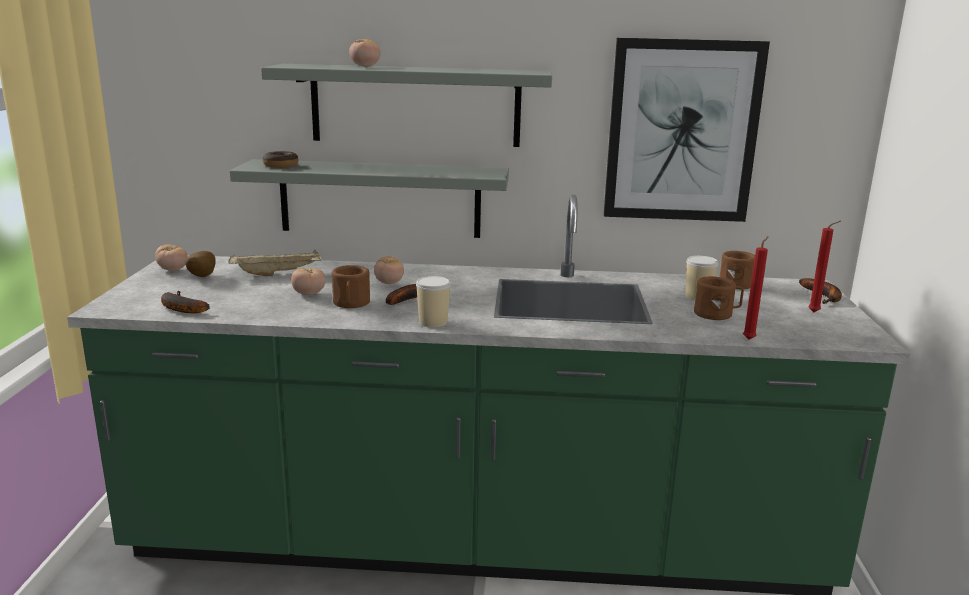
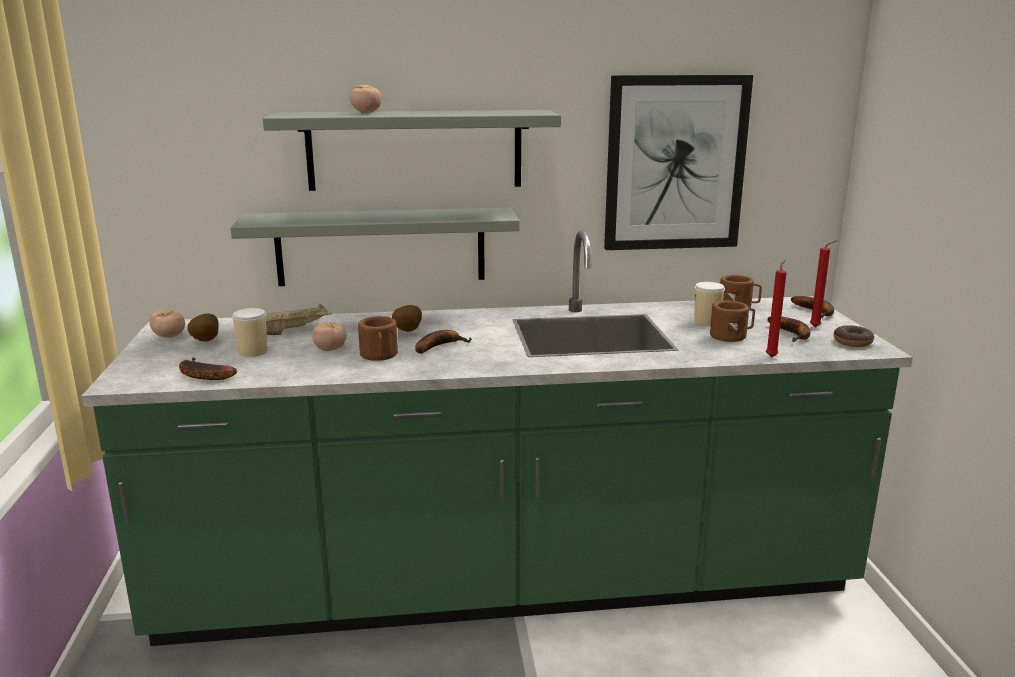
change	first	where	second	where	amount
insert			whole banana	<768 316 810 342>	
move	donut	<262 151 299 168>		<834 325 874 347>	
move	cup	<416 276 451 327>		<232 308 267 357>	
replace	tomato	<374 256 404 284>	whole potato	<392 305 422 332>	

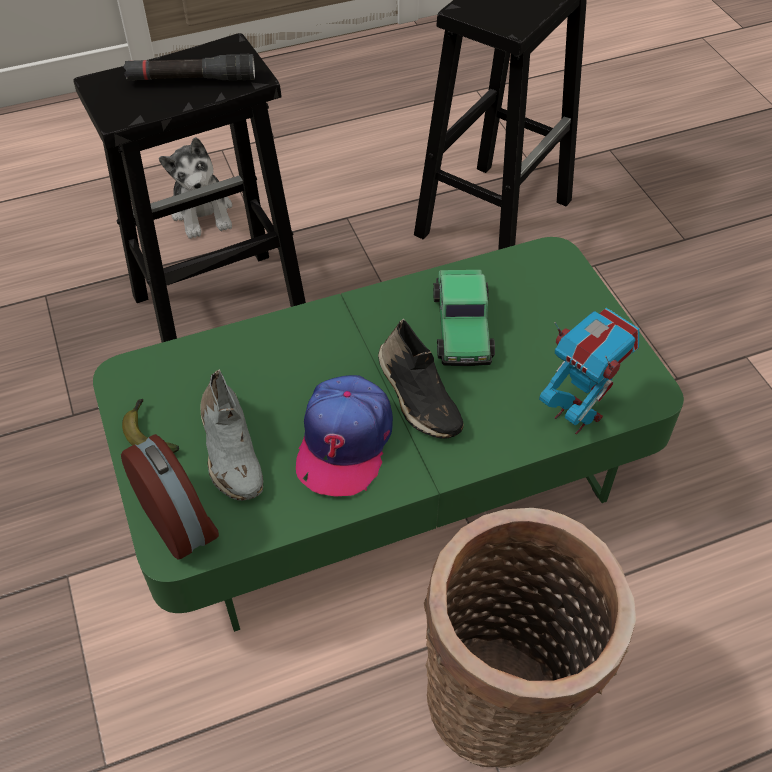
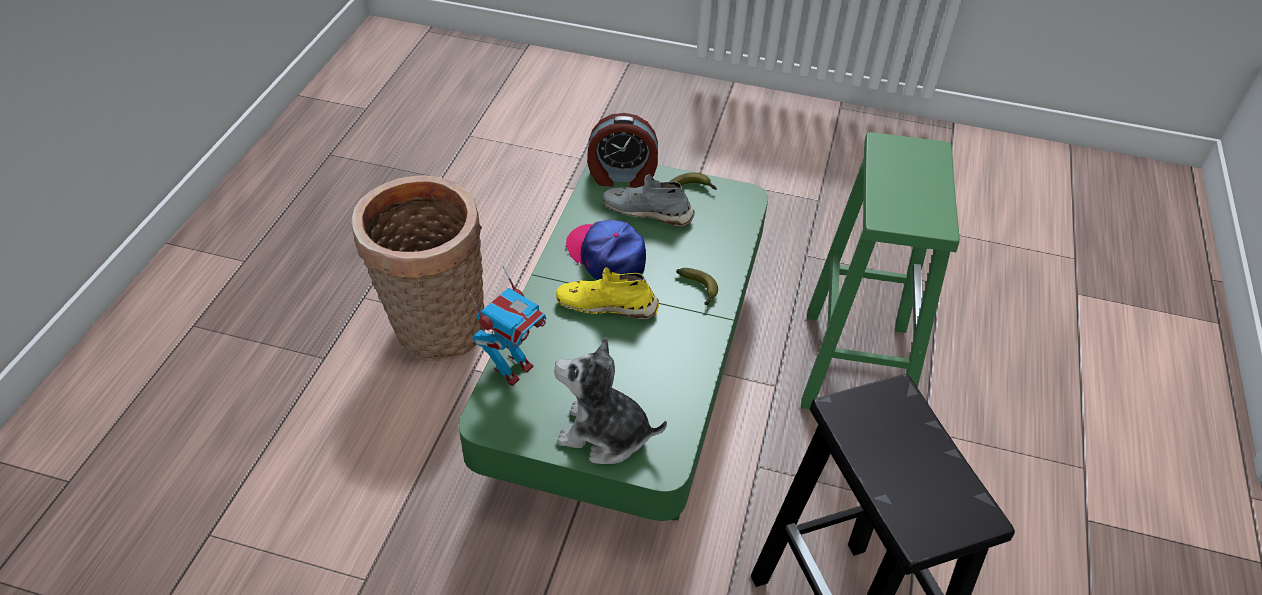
change	first	where	second	where	amount
delete	torch (black-coloured)	<123 54 255 81>			
delete	toy car	<433 270 495 366>			
insert			whole banana	<676 268 718 306>	
move	cuddly toy	<159 137 232 239>		<554 337 667 464>	
recolor	stool (black-coloured)	<73 33 306 343>	stool (green-coloured)	<801 132 960 409>	
recolor	shoe (black-coloured)	<378 319 463 439>	shoe (yellow)	<556 267 659 320>	
rotate	toy robot	<539 308 639 434>		<470 266 546 386>	45 degrees counterclockwise

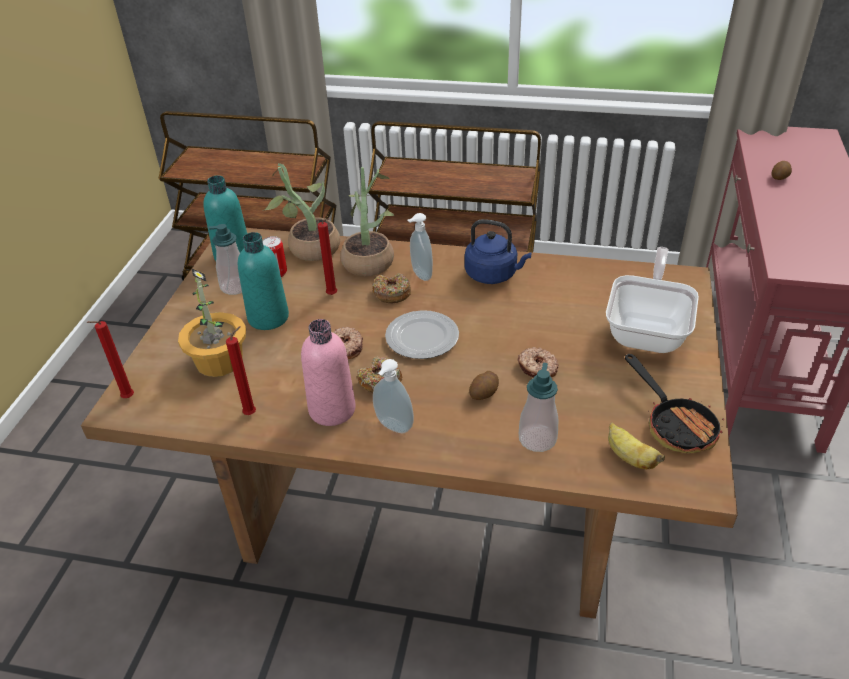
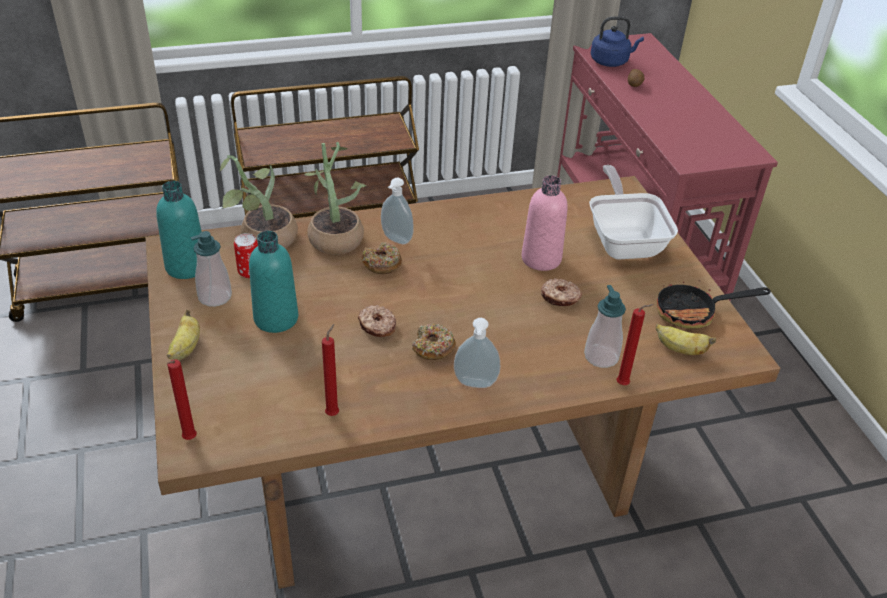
change	first	where	second	where	amount
delete	houseplant	<178 268 246 377>			
delete	dinner plate	<385 310 459 359>			
delete	whole potato	<469 371 499 400>			
insert			whole banana	<167 310 200 360>	
move	beverage bottle (pinkish)	<301 319 356 426>		<522 175 568 271>	
move	candle (reddish)	<318 218 337 295>		<617 304 654 385>	
move	tea kettle (bluish)	<465 219 532 284>		<591 16 644 67>	
rotate	skillet	<625 354 725 453>		<657 280 771 329>	135 degrees clockwise

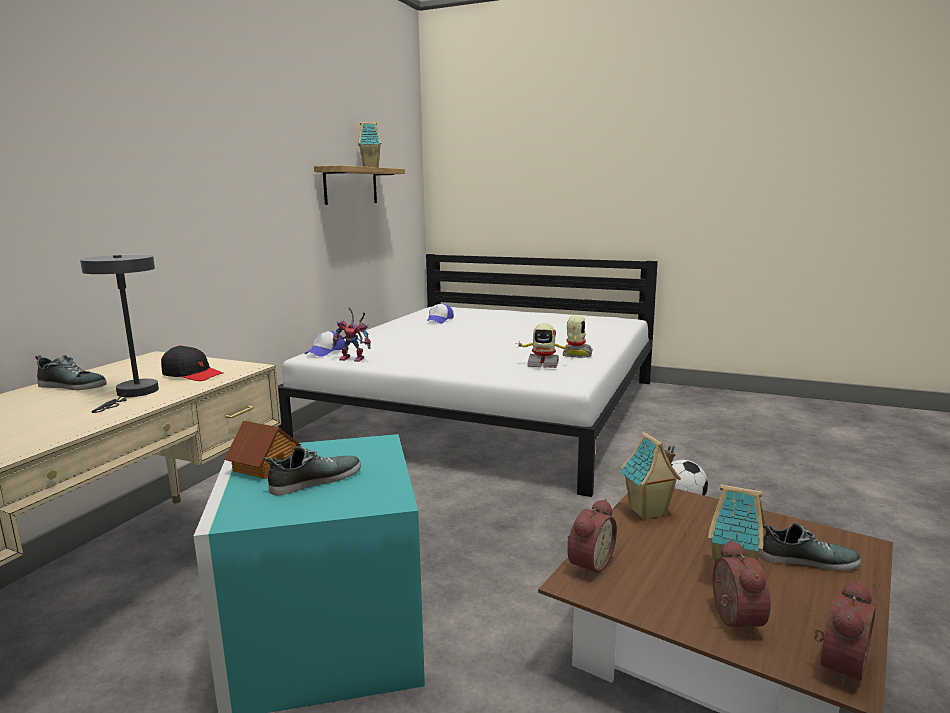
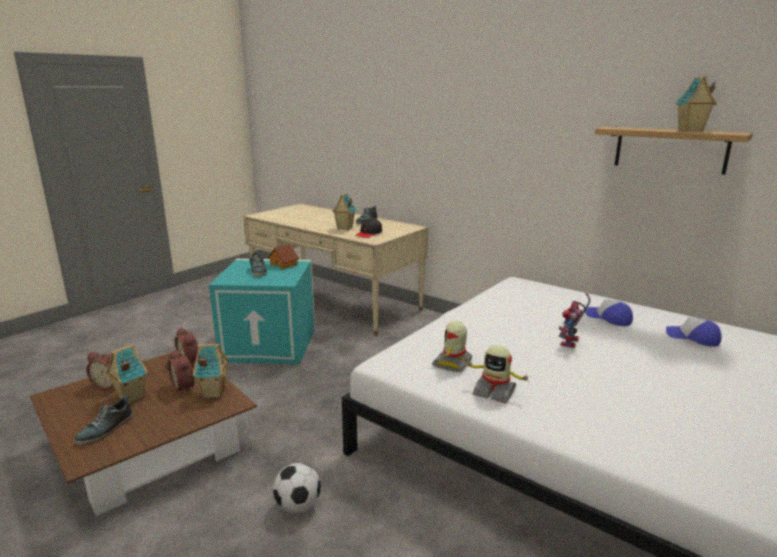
change	first	where	second	where	amount
move	peaked cap	<305 331 345 357>		<585 300 633 326>	
move	toy robot	<333 308 371 362>		<559 293 591 348>	
move	table clock	<814 581 876 686>		<168 350 194 394>	
replace	table lamp (gray)	<80 255 159 413>	model house	<332 192 357 230>	

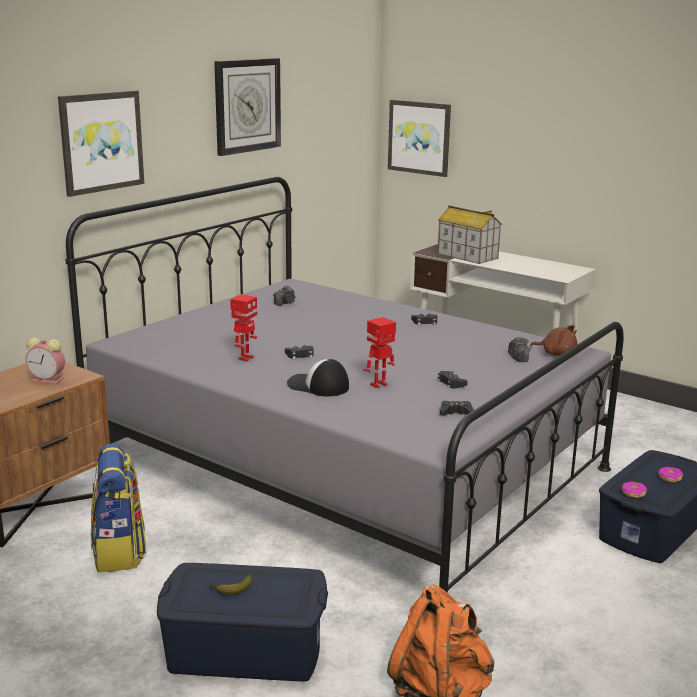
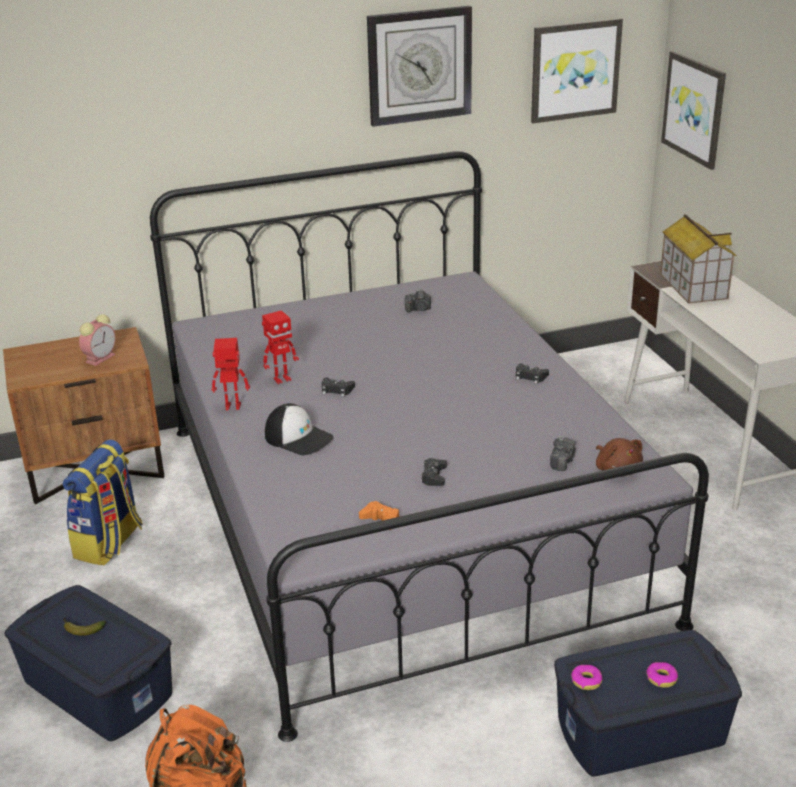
change	first	where	second	where	amount
move	picture	<58 91 144 197>		<531 18 623 123>	
move	toy robot	<364 317 396 388>		<212 338 250 410>	
recolor	gamepad (black-coloured)	<440 401 474 416>	gamepad (orangey)	<359 501 399 530>	
rotate	table clock	<26 338 65 384>		<79 314 116 366>	105 degrees counterclockwise
rotate	peaked cap	<287 359 349 396>		<265 403 334 456>	150 degrees clockwise

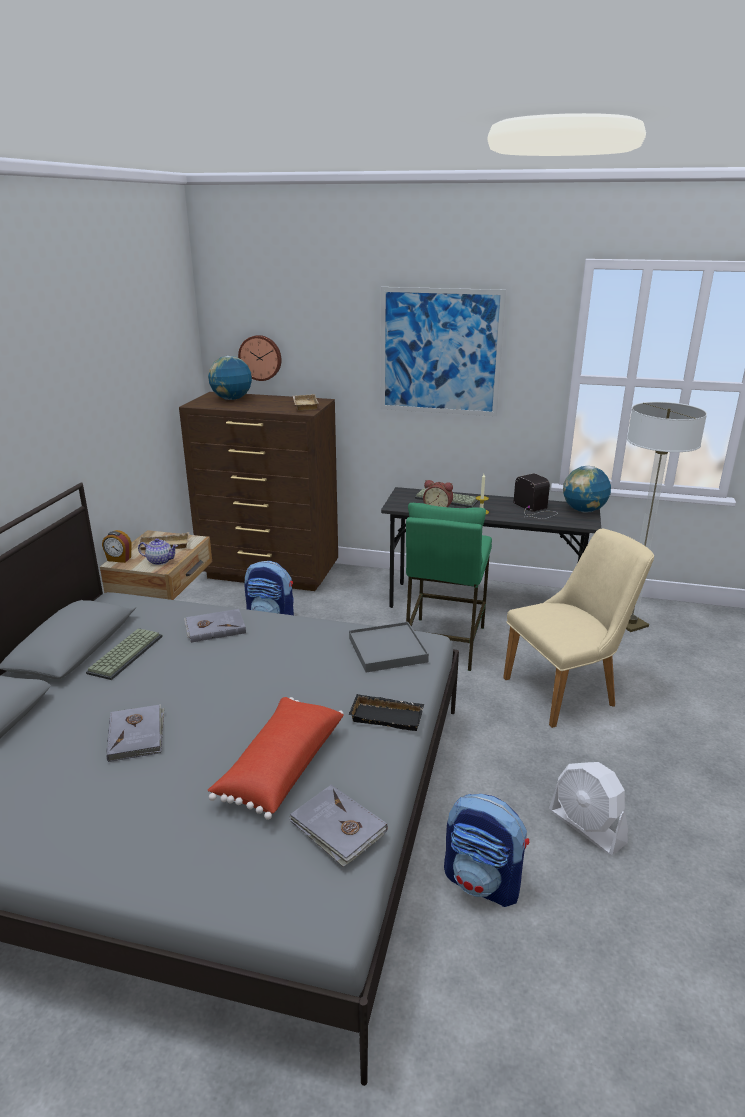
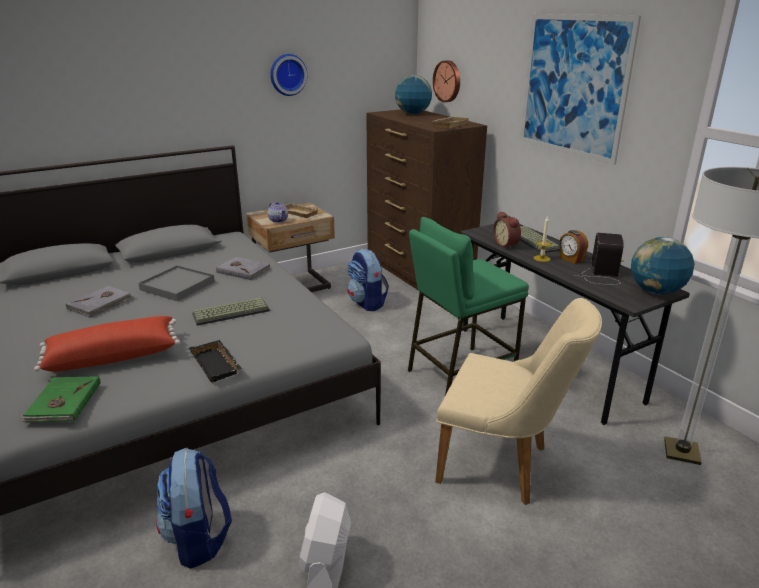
change	first	where	second	where	amount
insert			clock on the wall	<270 54 307 96>	
move	keyboard	<86 628 163 680>		<192 298 270 326>	
move	table clock	<102 530 132 563>		<559 230 588 264>	
move	tray (gray)	<349 622 429 672>		<138 265 215 301>	
recolor	volume (gray)	<289 785 388 867>	volume (green-coloured)	<20 376 101 422>	

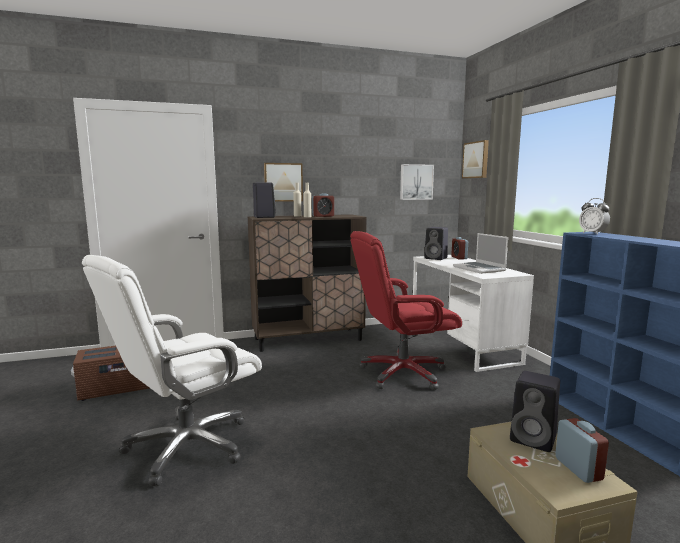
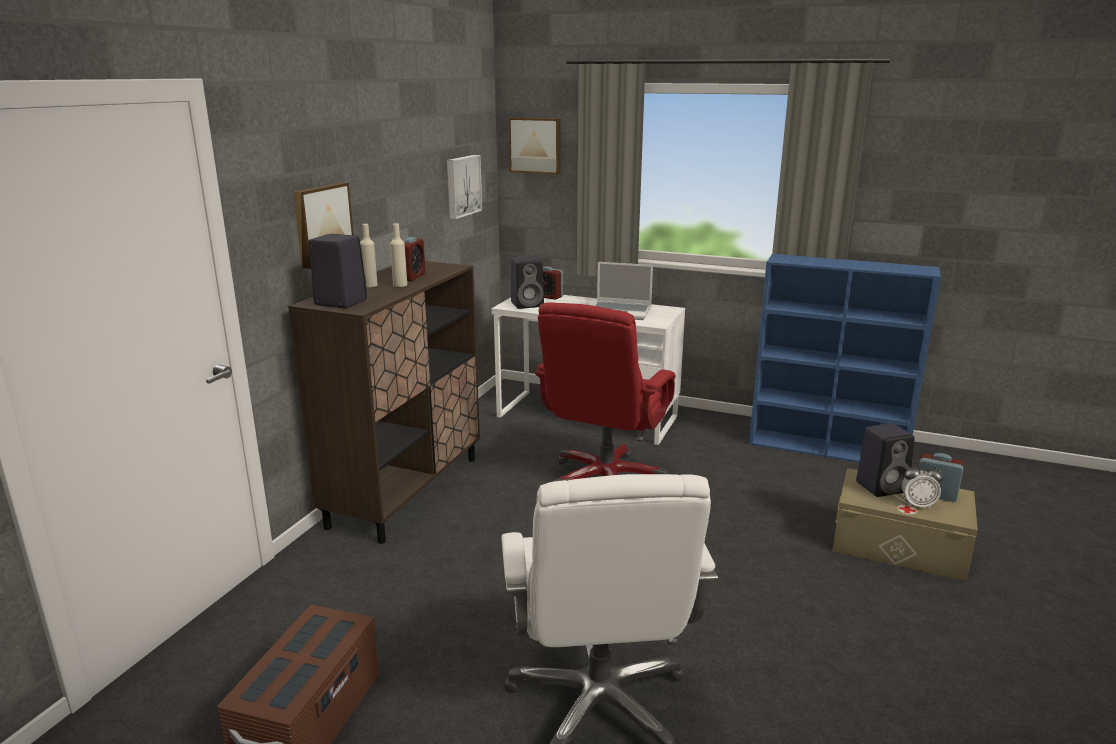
change	first	where	second	where	amount
move	table clock	<579 198 610 234>		<902 463 943 509>	

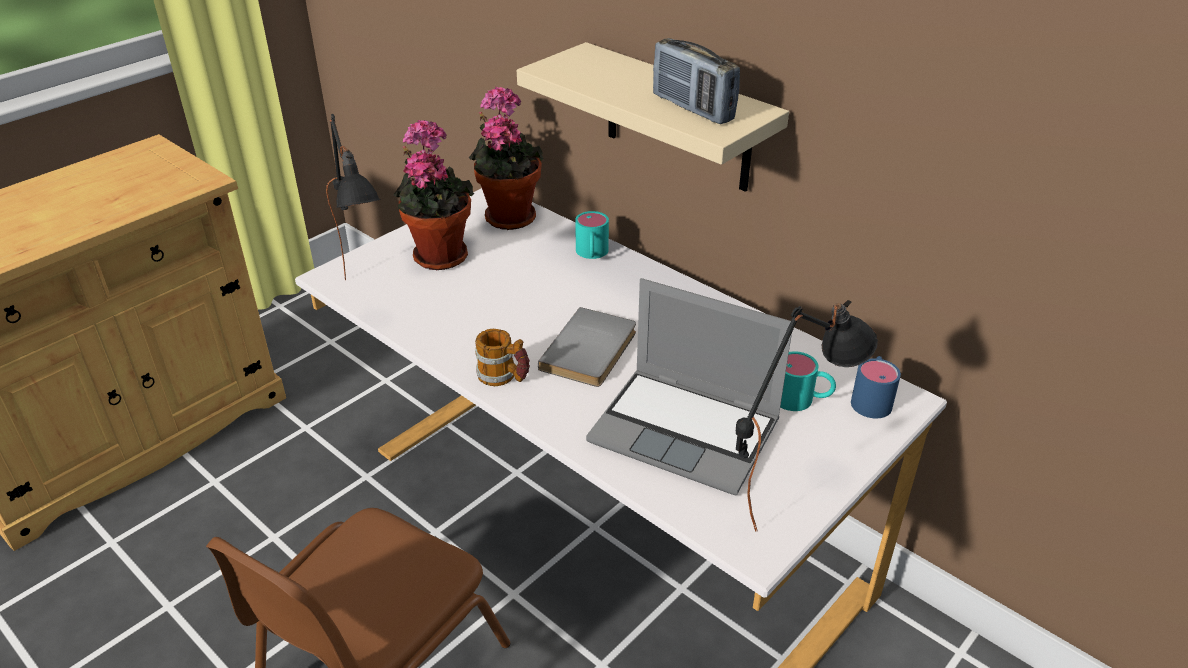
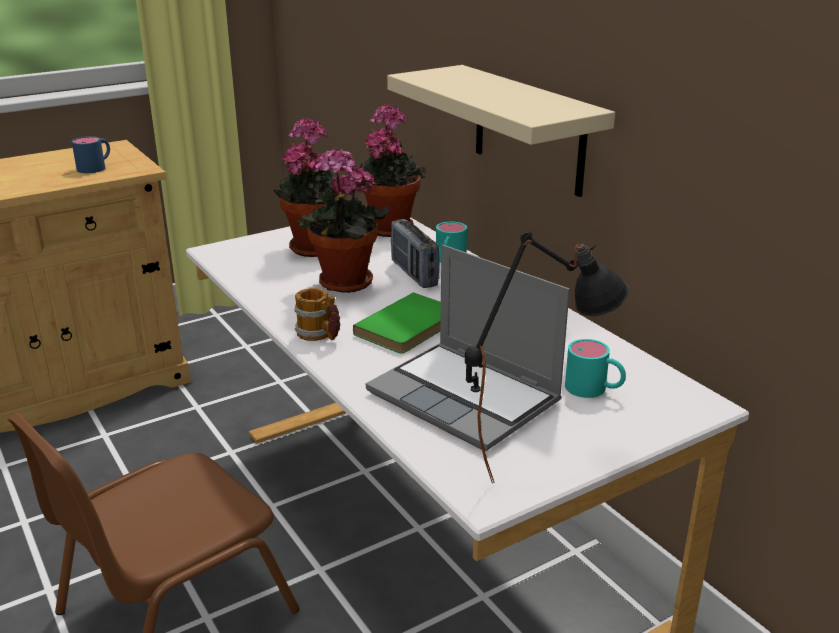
change	first	where	second	where	amount
delete	table lamp (black-coloured)	<326 114 380 280>			
insert			houseplant	<297 148 389 293>	
move	radio set	<653 38 740 124>		<391 219 440 288>	
move	tea mug (bluish)	<851 356 901 418>		<71 136 110 173>	
recolor	volume (gray)	<538 307 636 387>	volume (green-coloured)	<353 293 441 353>	

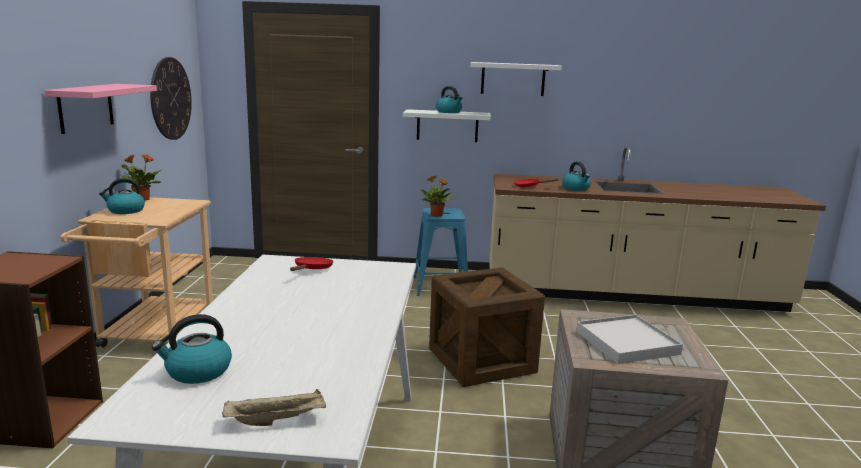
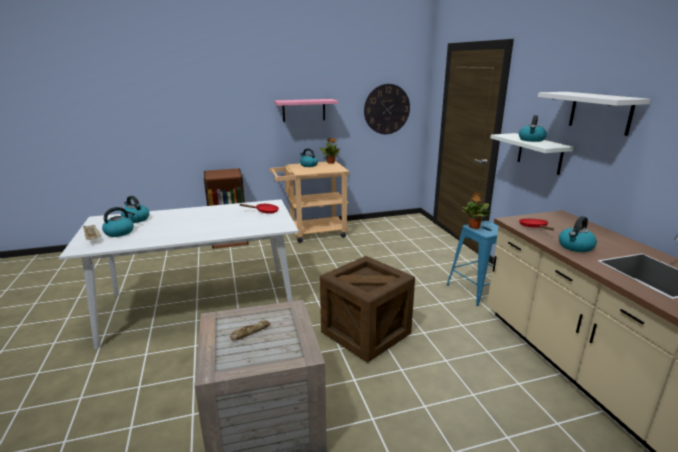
change	first	where	second	where	amount
insert			tea kettle	<102 207 135 237>	
replace	tray (whitish)	<576 315 683 364>	baked bread	<230 320 270 341>	

